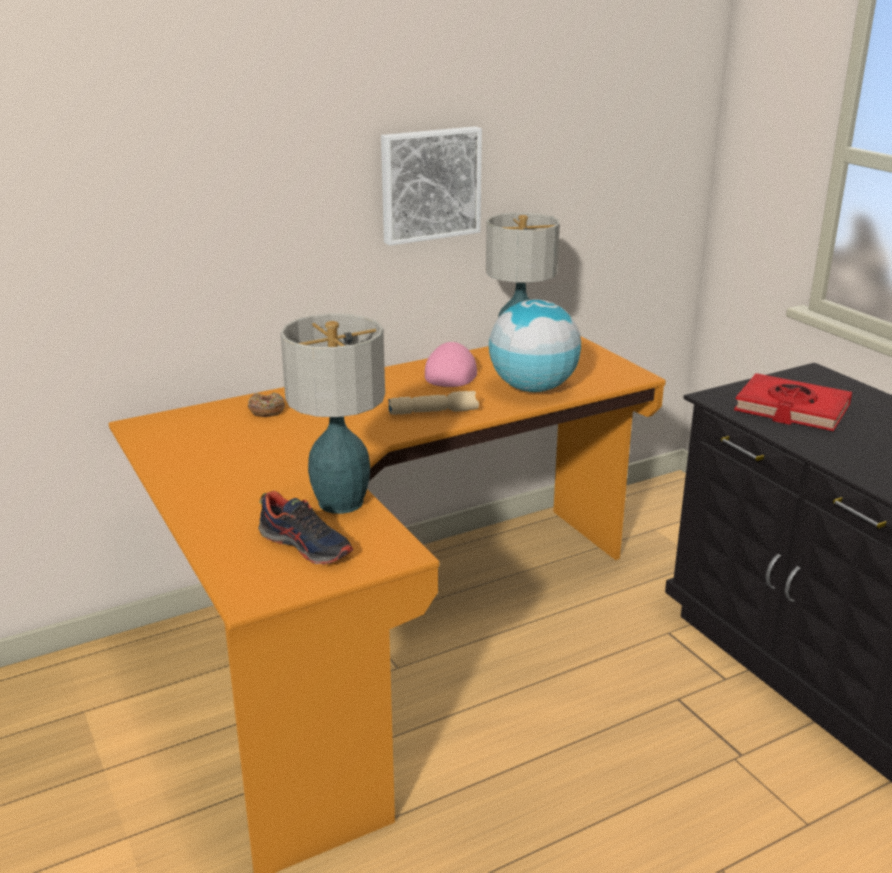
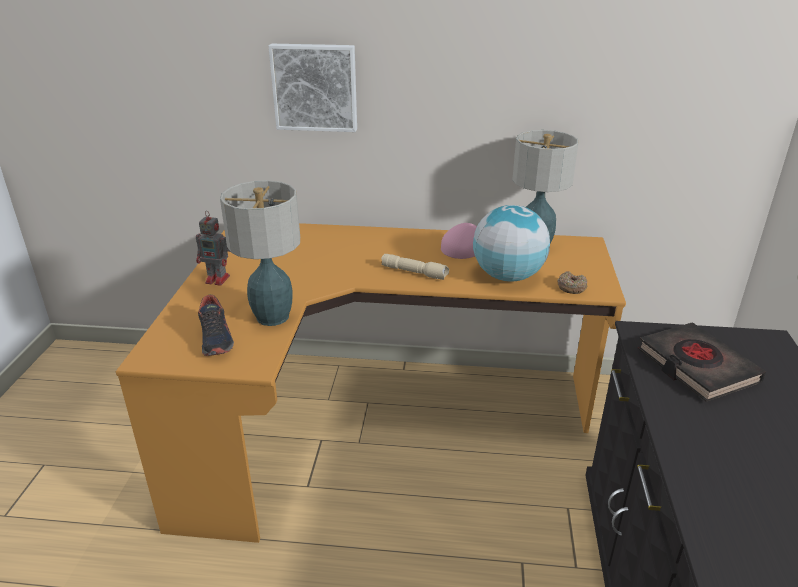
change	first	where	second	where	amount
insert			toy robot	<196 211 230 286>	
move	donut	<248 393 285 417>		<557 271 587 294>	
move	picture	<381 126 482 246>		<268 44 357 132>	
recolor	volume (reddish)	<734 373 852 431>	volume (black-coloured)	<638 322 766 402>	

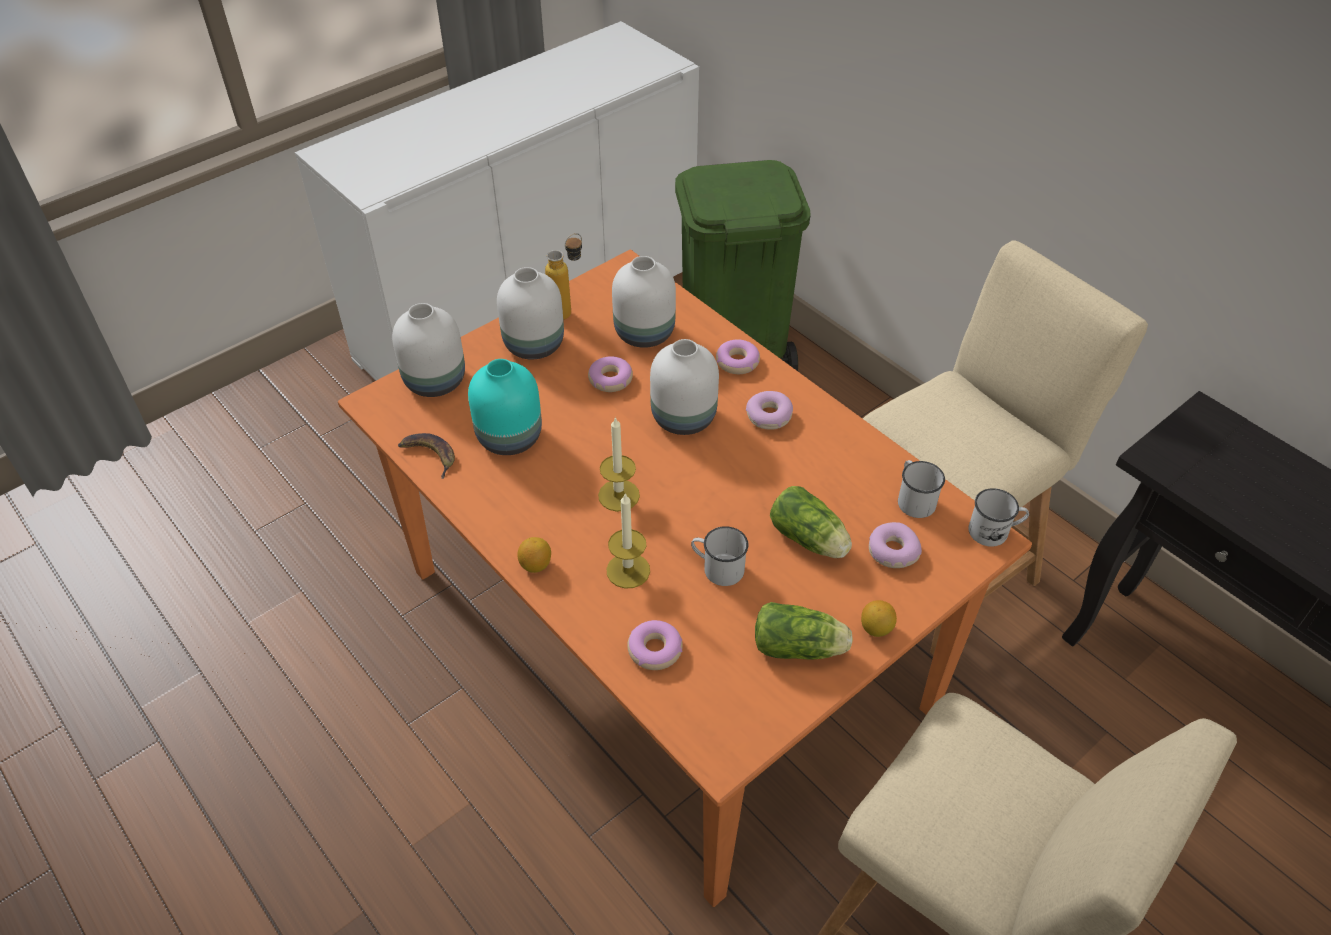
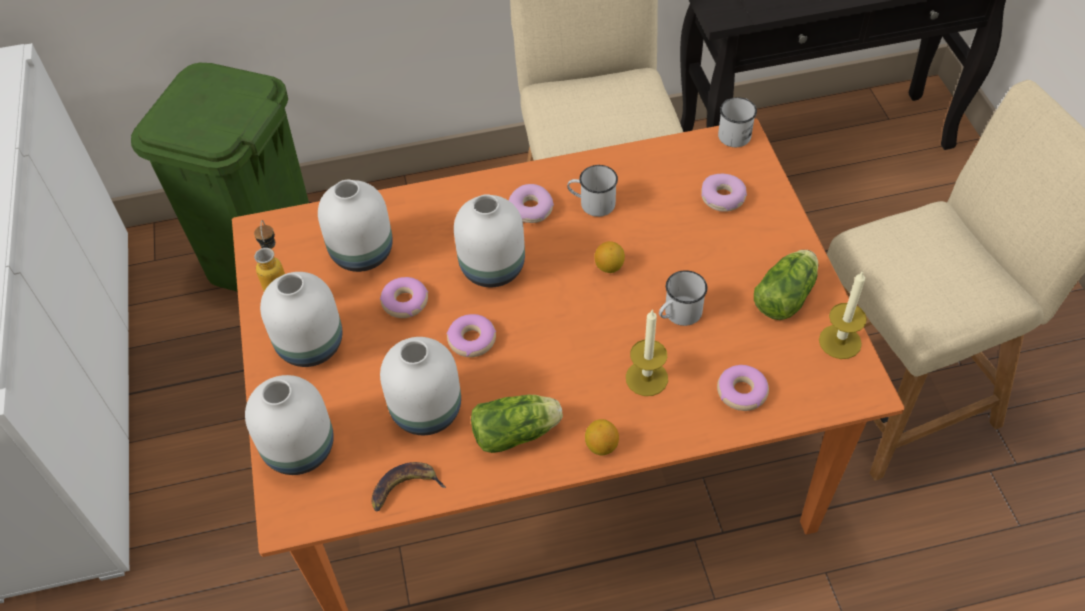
change	first	where	second	where	amount
move	candle	<598 416 640 512>		<819 271 867 359>	
move	donut	<716 339 760 374>		<447 314 496 357>	
move	lettuce	<770 486 852 558>		<471 395 563 453>	
move	whole lemon	<861 600 897 637>		<595 241 625 273>	
move	tea mug (whitish)	<898 460 945 518>		<567 165 618 217>	
recolor	vase (turquoise-coloured)	<468 359 542 455>	vase (whitish)	<380 337 461 435>	

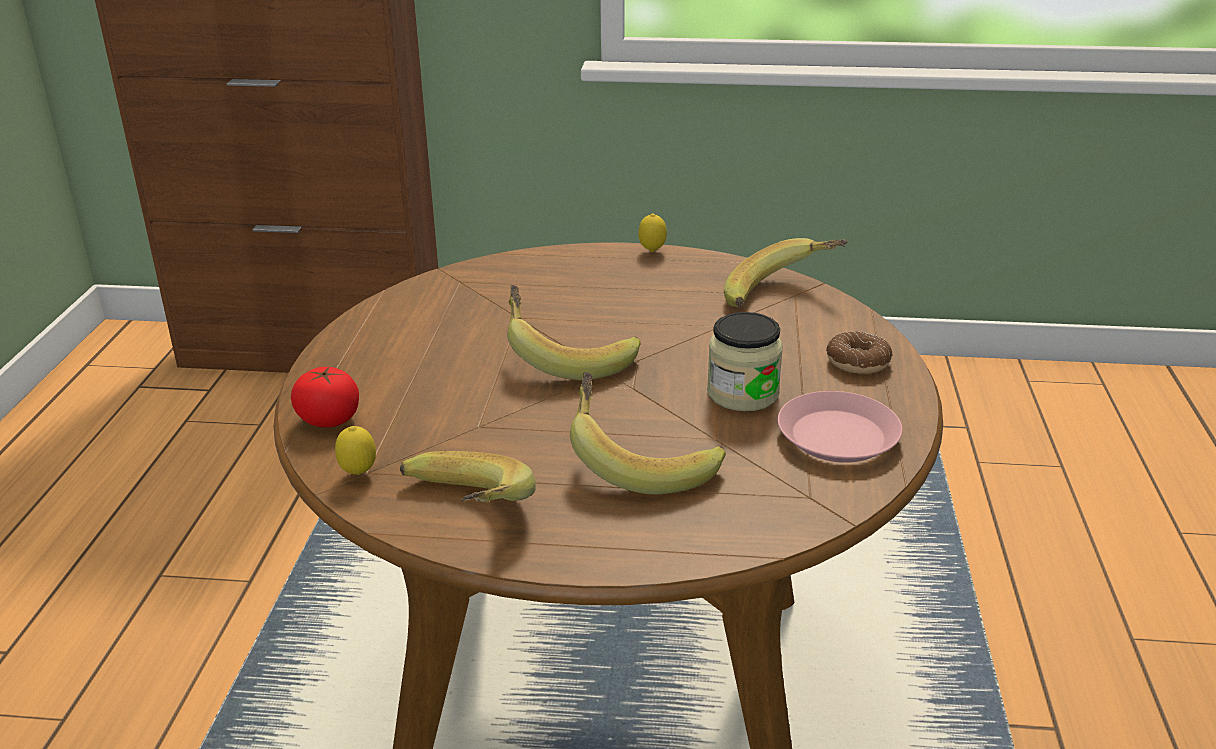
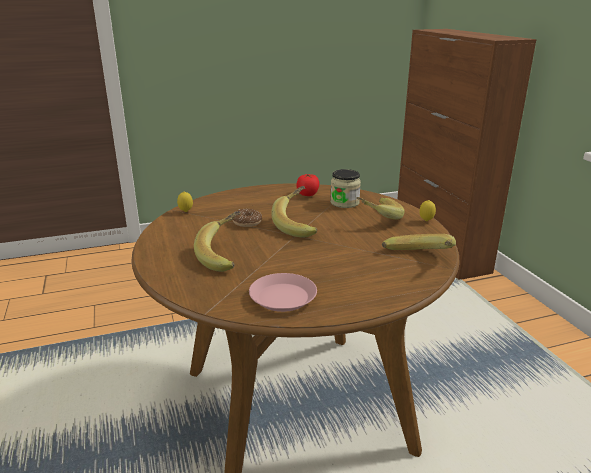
change	first	where	second	where	amount
move	tomato	<291 367 359 427>		<296 174 319 196>	
move	whole banana	<400 451 536 503>		<356 197 405 220>	
move	storage jar	<707 312 783 412>		<330 169 361 208>	
move	donut	<826 331 892 374>		<232 209 262 227>	

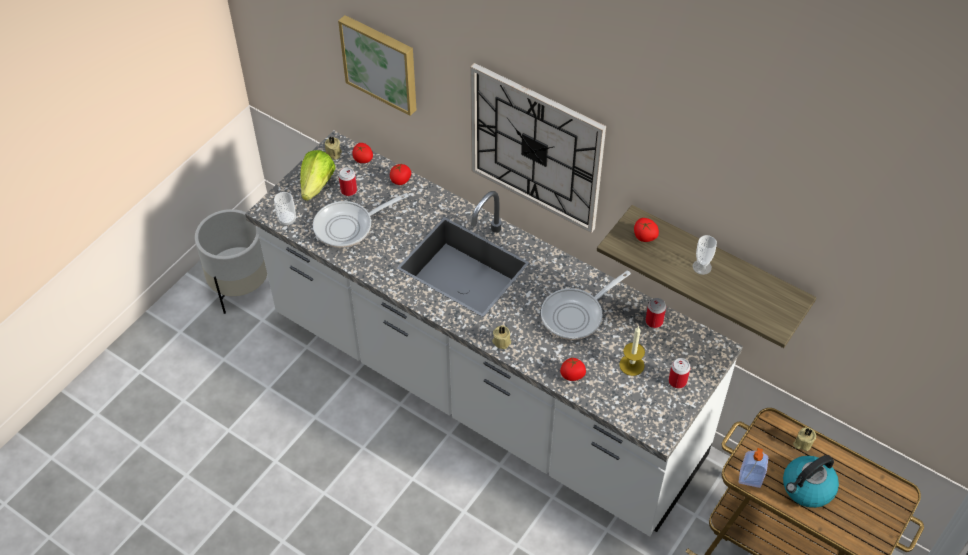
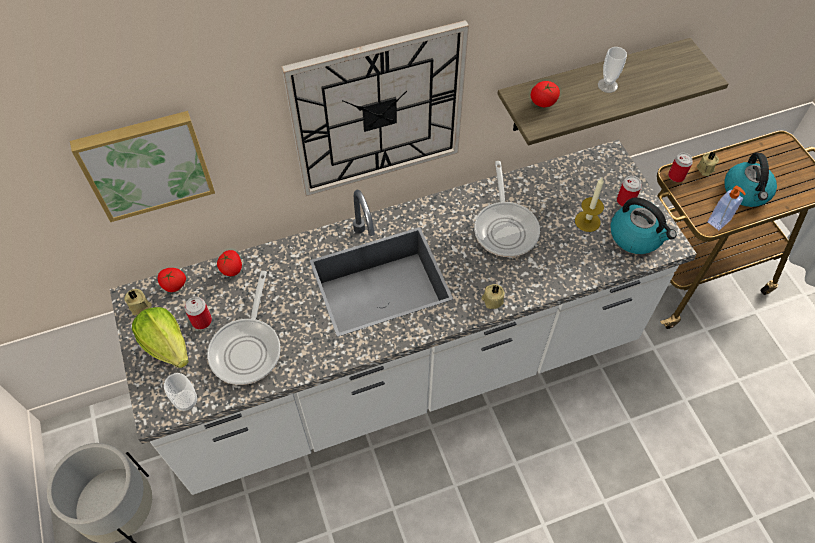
change	first	where	second	where	amount
delete	tomato	<560 357 586 381>			
insert			tea kettle	<610 197 676 254>	
move	can	<645 298 666 328>		<668 153 693 182>	

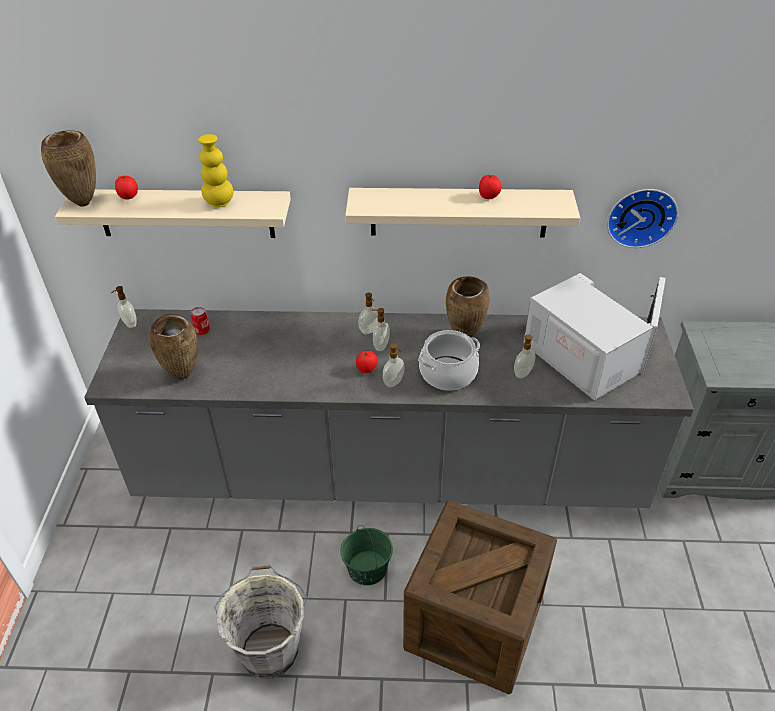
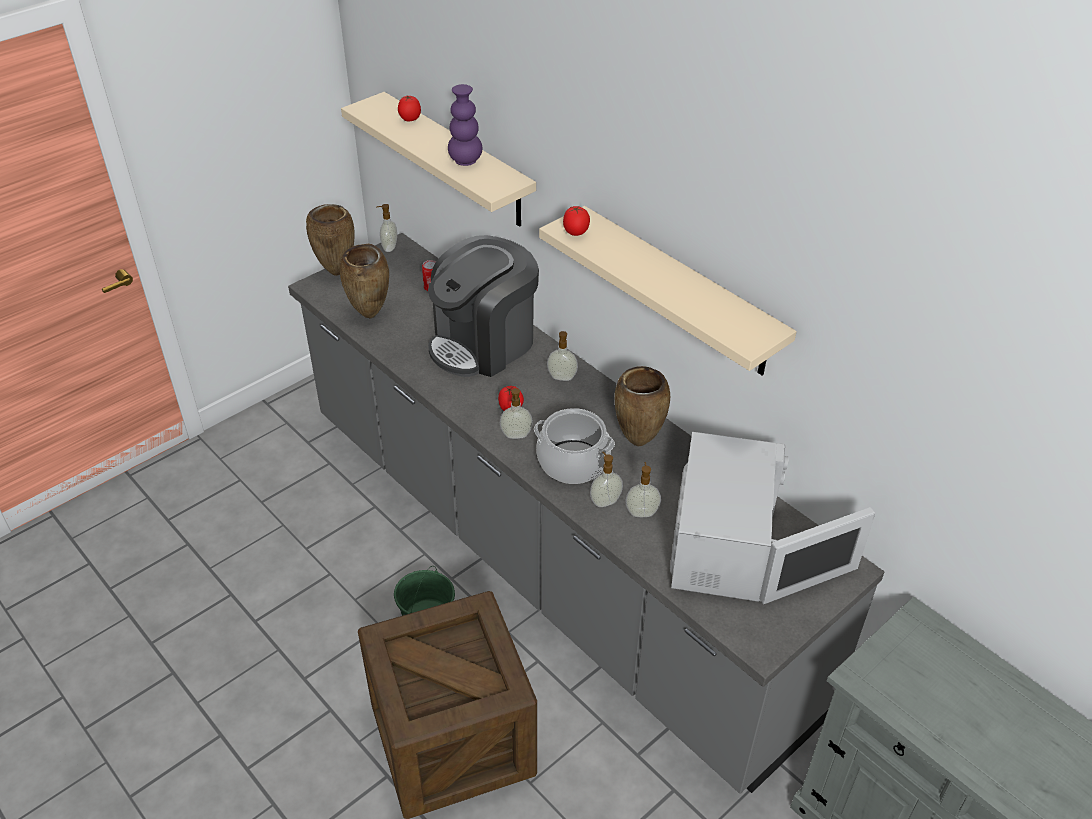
change	first	where	second	where	amount
delete	pail (gray)	<214 565 308 679>			
delete	clock on the wall	<607 189 678 248>			
insert			coffee machine	<428 235 539 377>	
move	vase (brown)	<41 130 96 206>		<306 204 355 276>	
move	liquid soap bottle	<372 308 390 351>		<590 452 623 507>	
move	tomato	<479 174 501 199>		<563 206 590 236>	
recolor	vase (yellow)	<198 134 233 207>	vase (purple-coloured)	<448 84 482 166>	

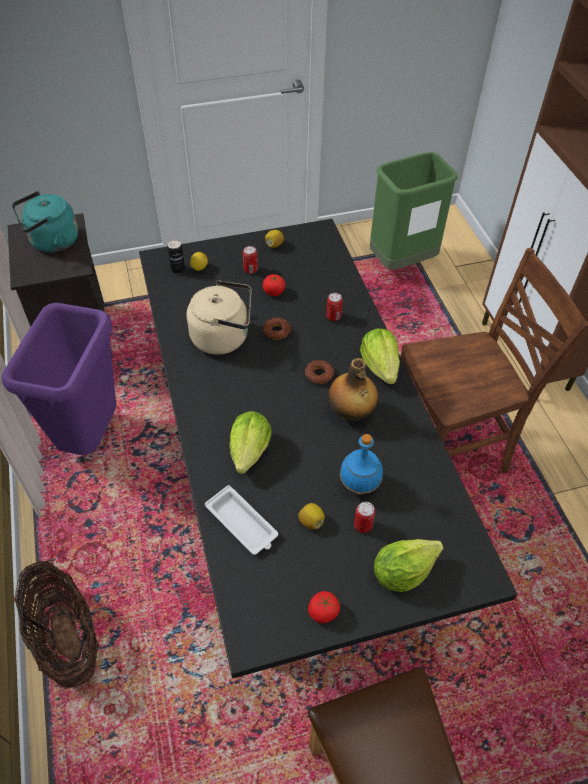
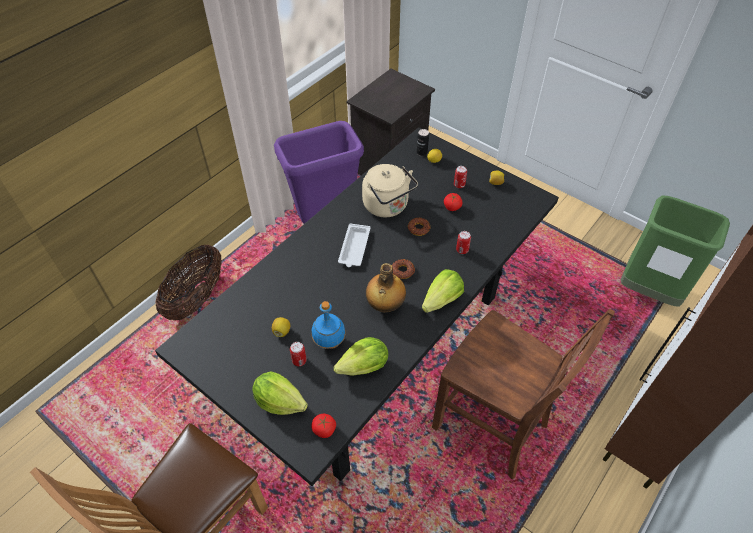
change	first	where	second	where	amount
delete	tea kettle (turquoise-coloured)	<12 191 78 252>			
move	tray (whitish)	<205 485 278 555>		<338 223 371 267>	
move	lettuce	<230 411 272 474>		<334 337 388 376>	
move	tomato	<308 591 340 623>		<311 414 336 438>	

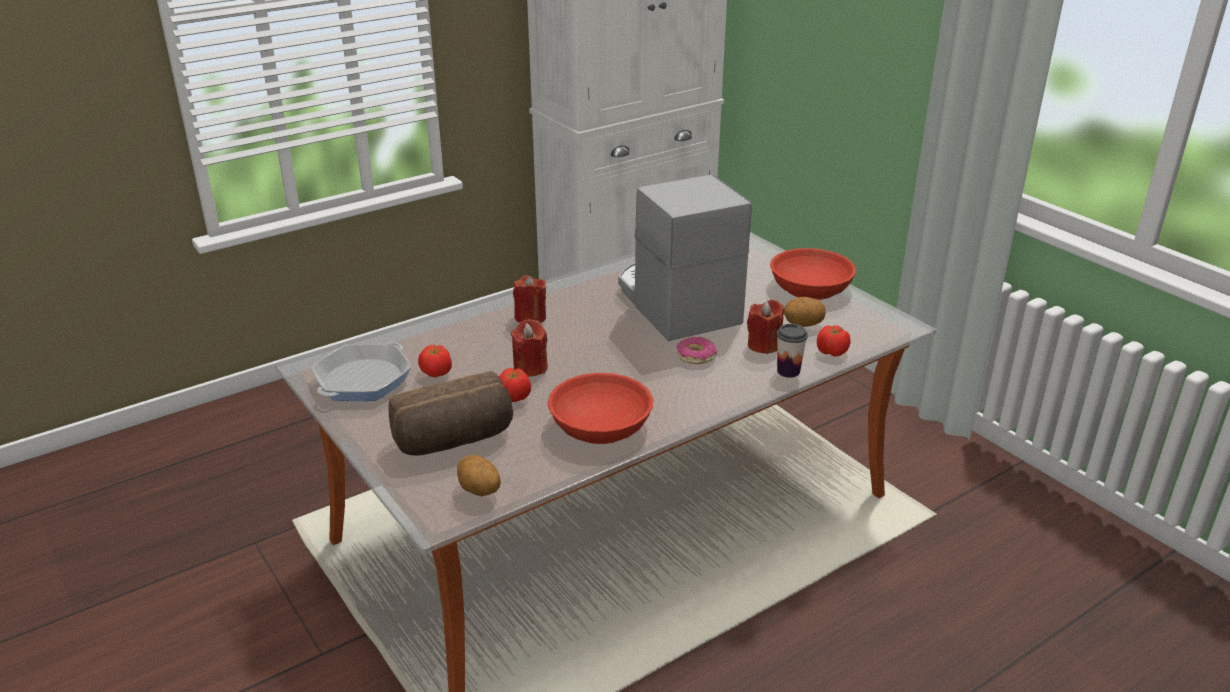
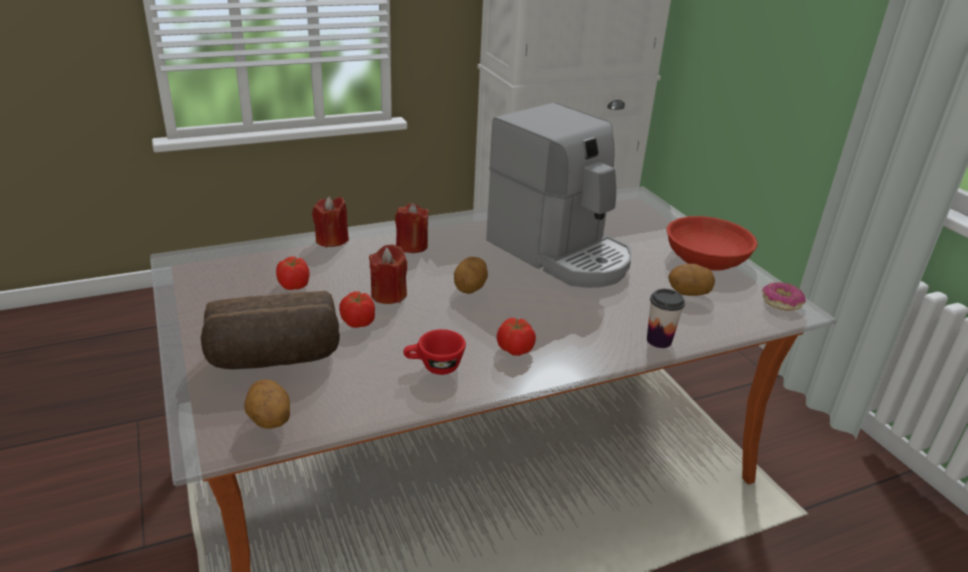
change	first	where	second	where	amount
delete	skillet	<311 342 411 401>			
insert			whole potato	<454 257 488 294>	
move	donut	<676 337 717 364>		<762 282 806 311>	
move	candle (reddish)	<747 300 784 354>		<312 196 349 248>	
move	tomato	<817 325 850 357>		<497 318 536 356>	
replace	serving bowl (reddish)	<548 373 653 444>	cup (reddish)	<403 329 466 375>	
rotate	coffee machine	<618 175 752 341>		<486 103 632 288>	150 degrees clockwise

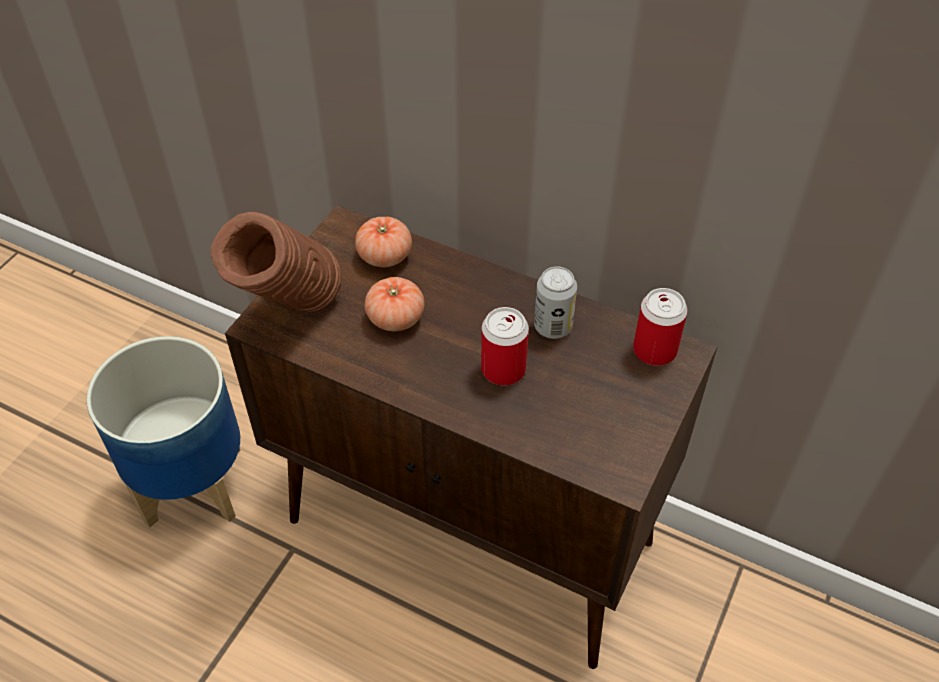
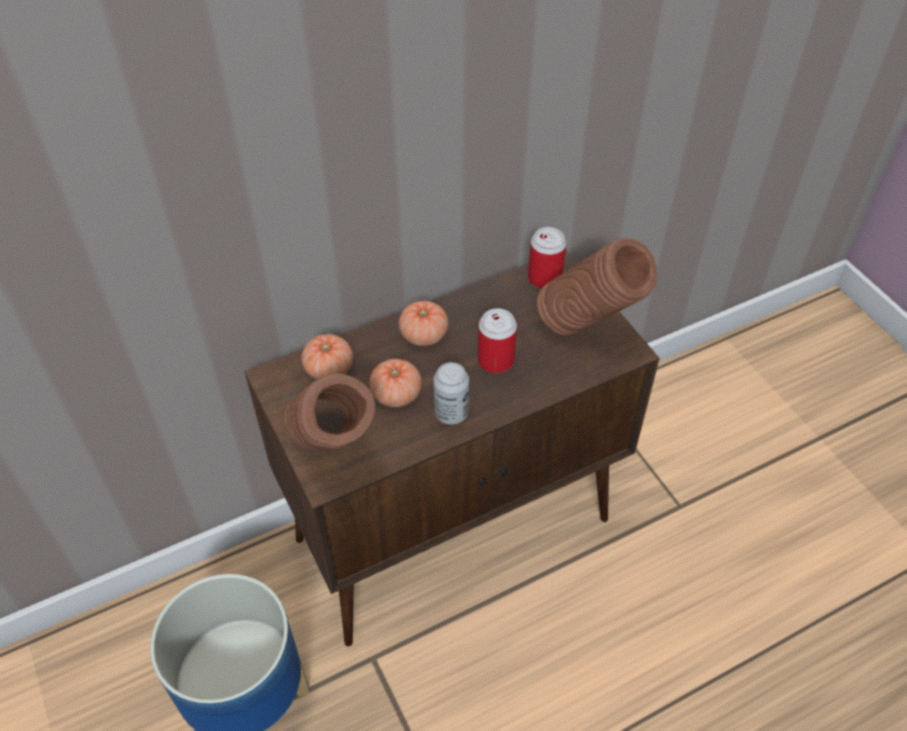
change	first	where	second	where	amount
insert			tomato	<398 301 449 346>	
insert			vase (brown)	<536 238 657 336>	
move	can	<534 266 577 339>		<433 362 469 425>	

